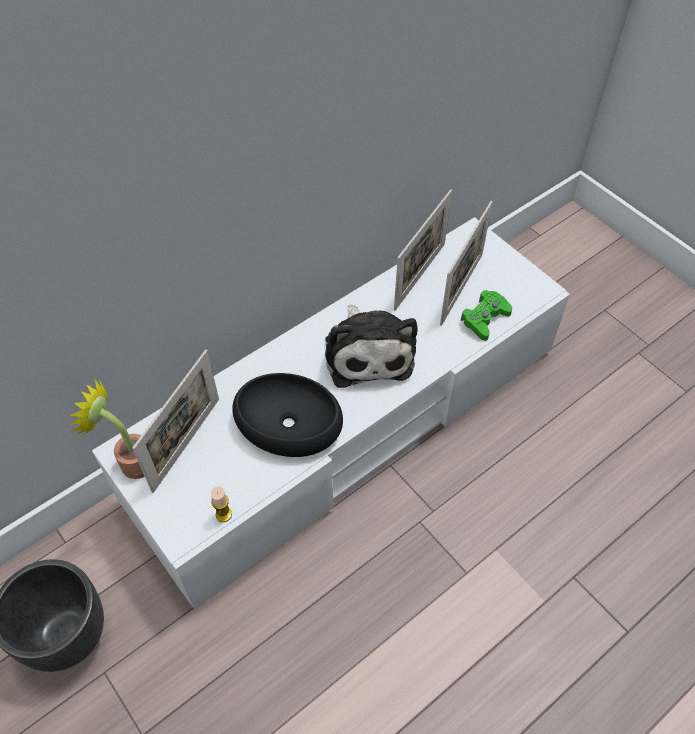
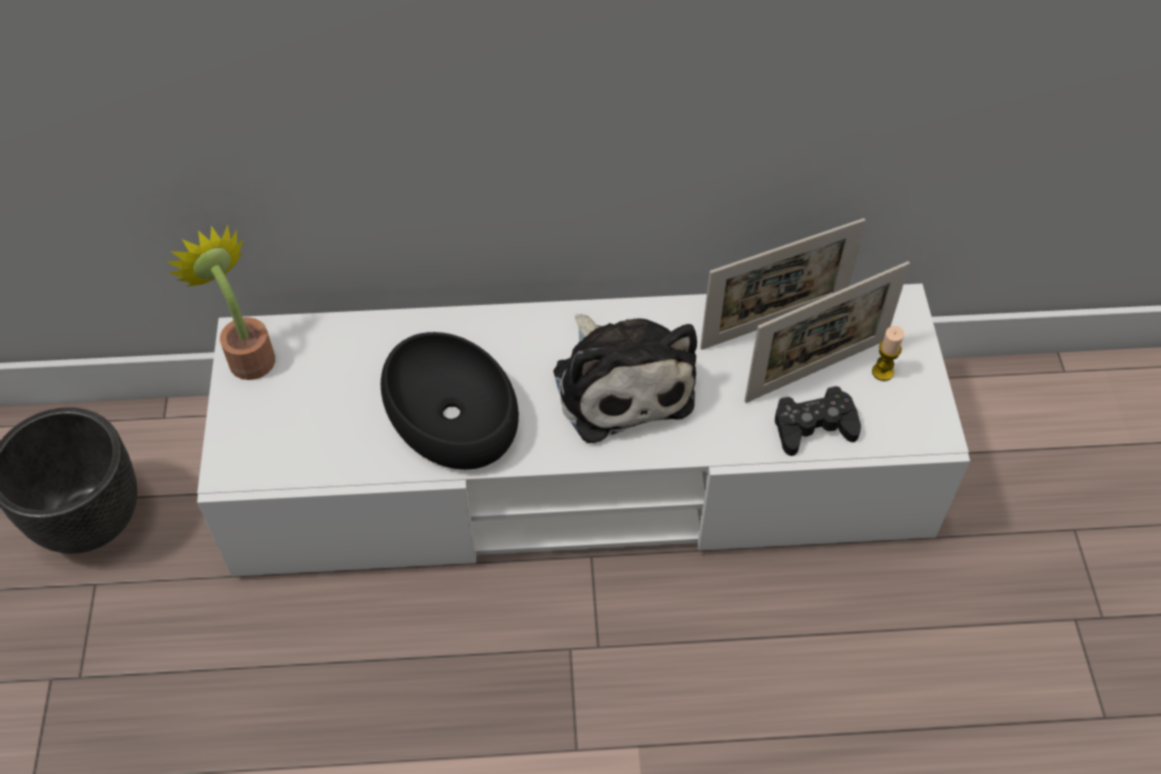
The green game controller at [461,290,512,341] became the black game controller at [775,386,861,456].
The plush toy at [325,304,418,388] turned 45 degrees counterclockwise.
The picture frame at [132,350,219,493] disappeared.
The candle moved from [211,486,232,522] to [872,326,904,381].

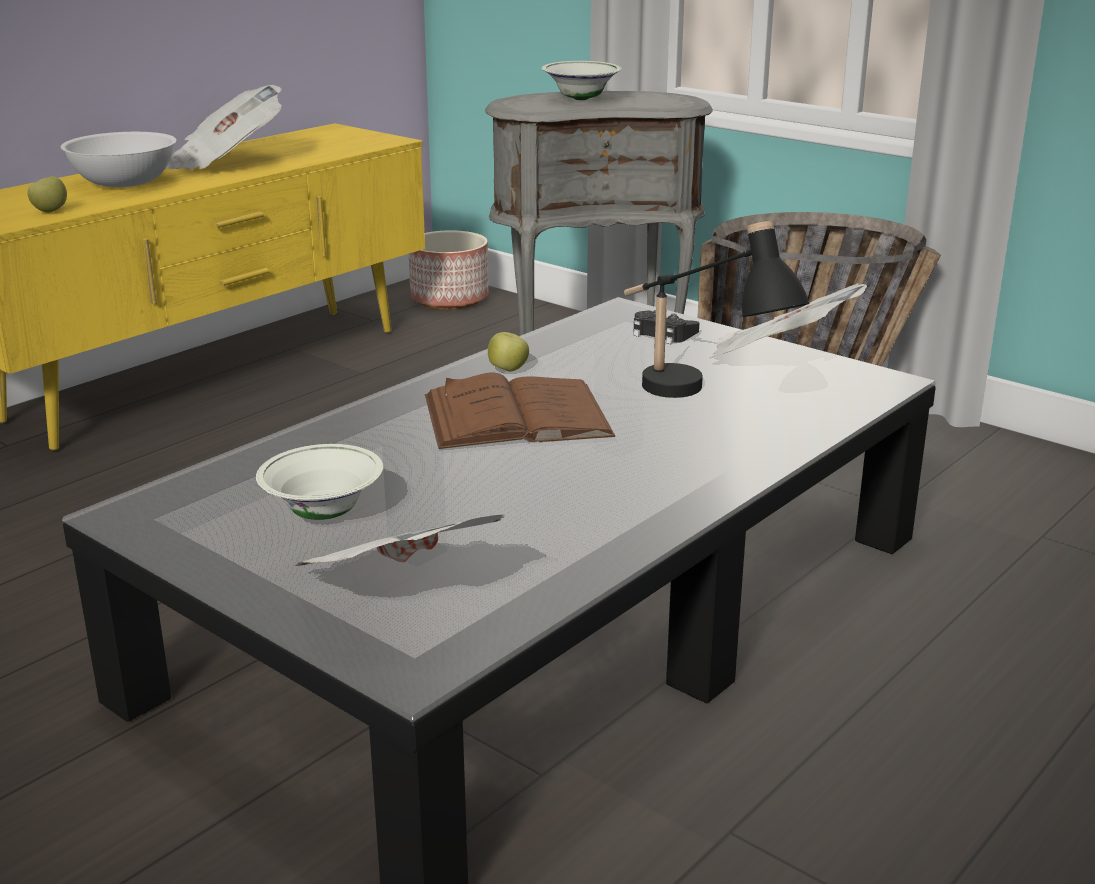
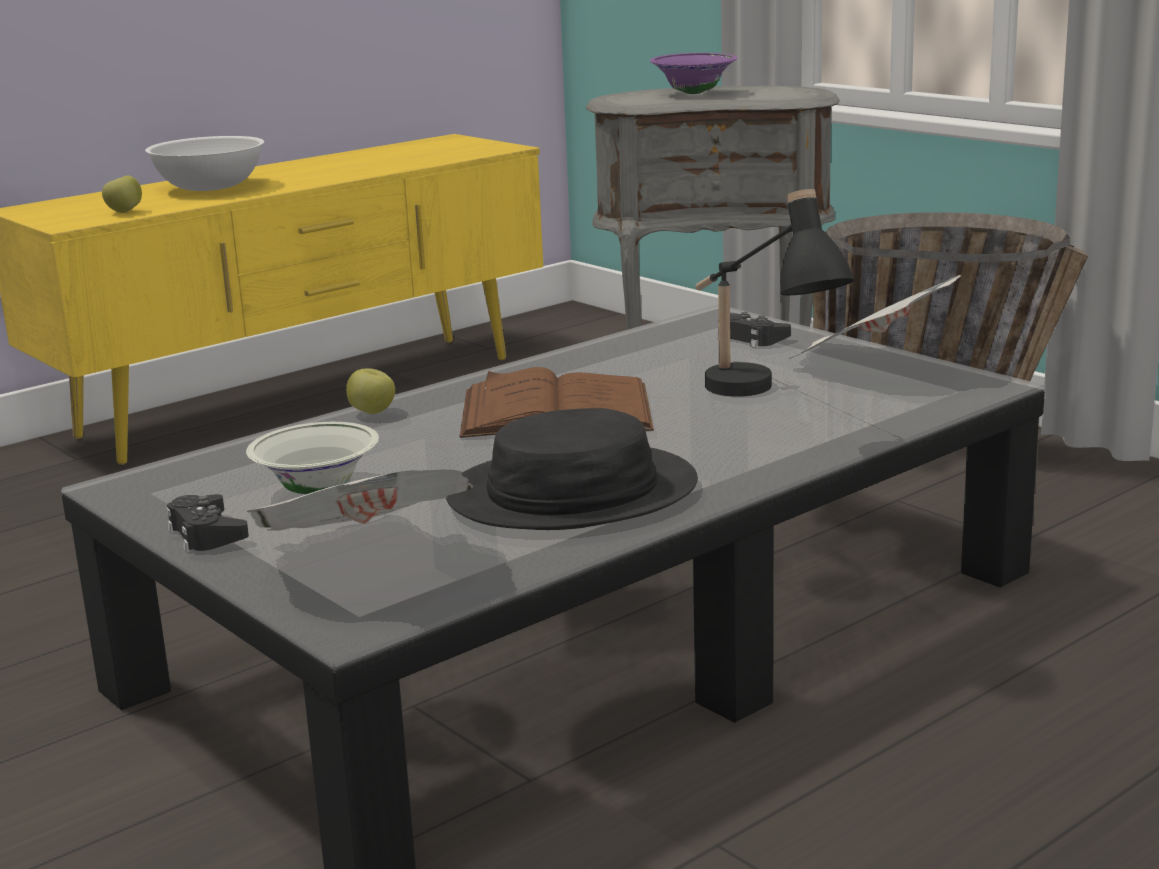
The white bowl at [542,61,622,100] became the purple bowl at [649,53,738,94].
The newspaper at [166,85,282,170] disappeared.
The planter at [409,230,489,310] disappeared.
The apple moved from [488,332,529,372] to [346,368,395,414].
The black hat at [446,408,698,530] appeared.
The black game controller at [166,494,249,552] appeared.

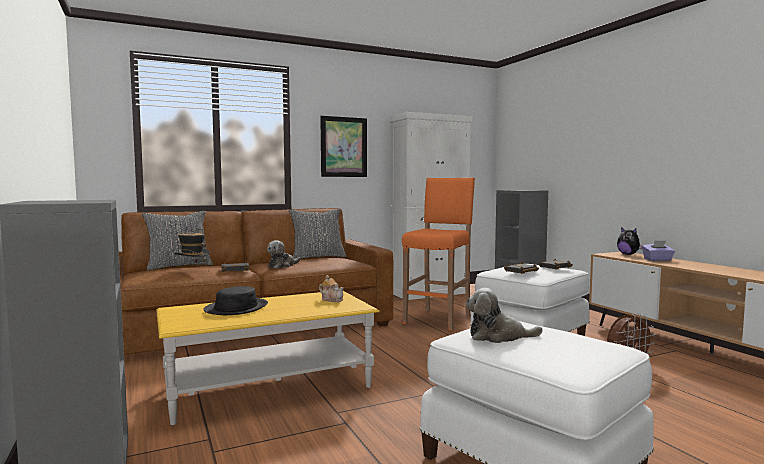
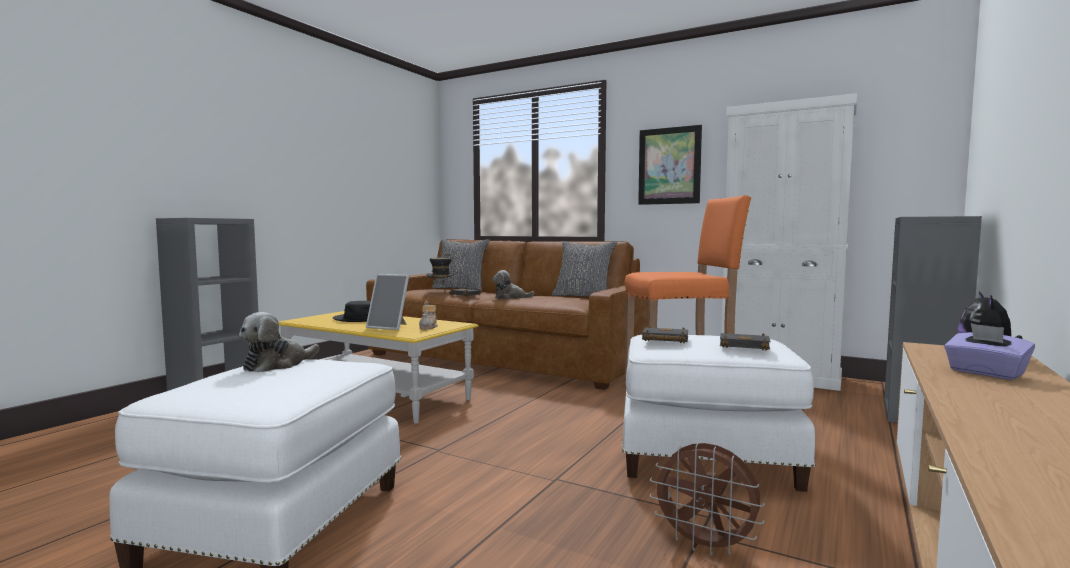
The plush toy at [466,288,543,343] turned 120 degrees counterclockwise.
The picture frame at [366,274,409,330] appeared.

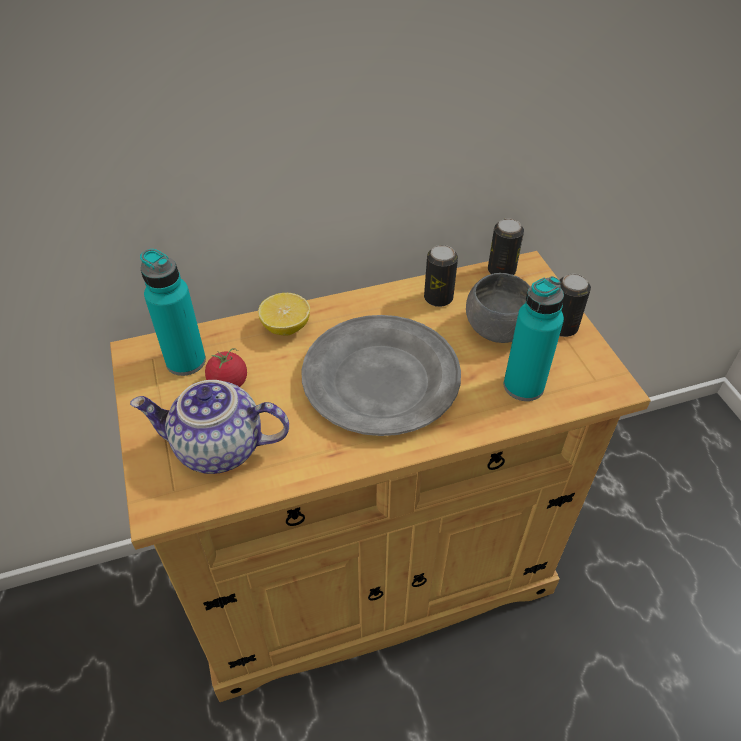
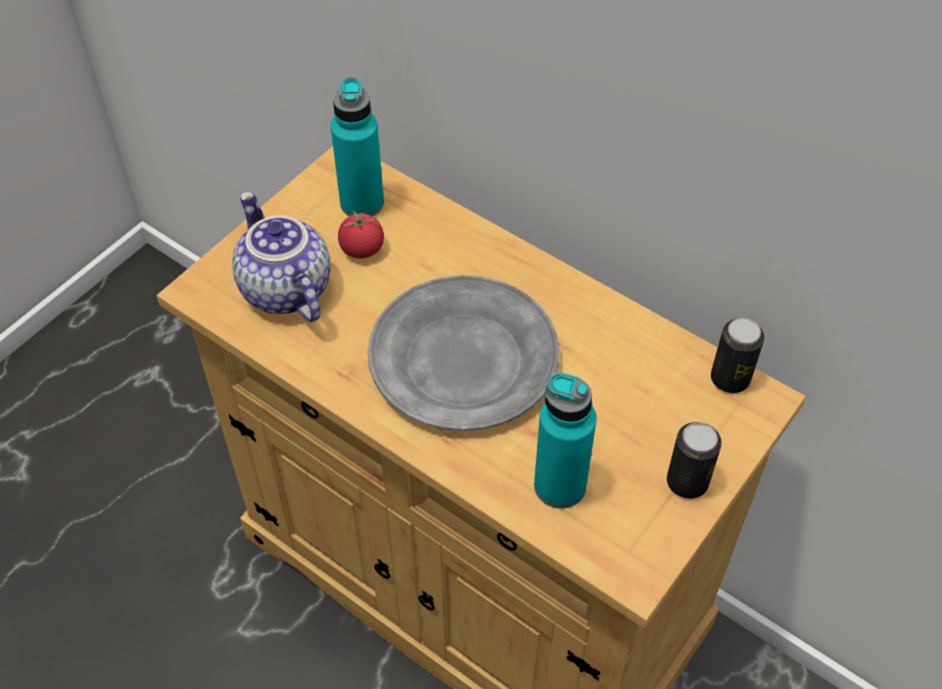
The can at [424,245,458,307] disappeared.
The grey bowl at [466,273,530,343] disappeared.
The lemon at [258,293,310,336] disappeared.

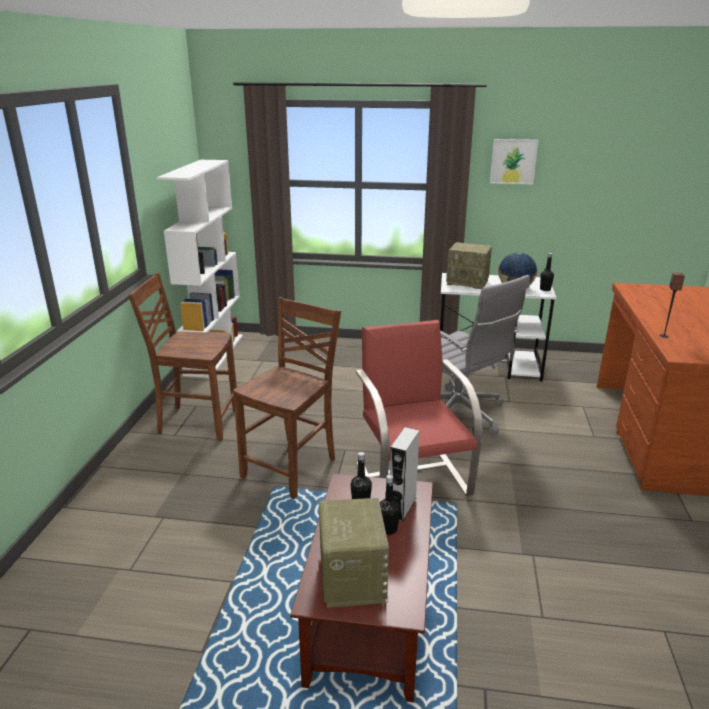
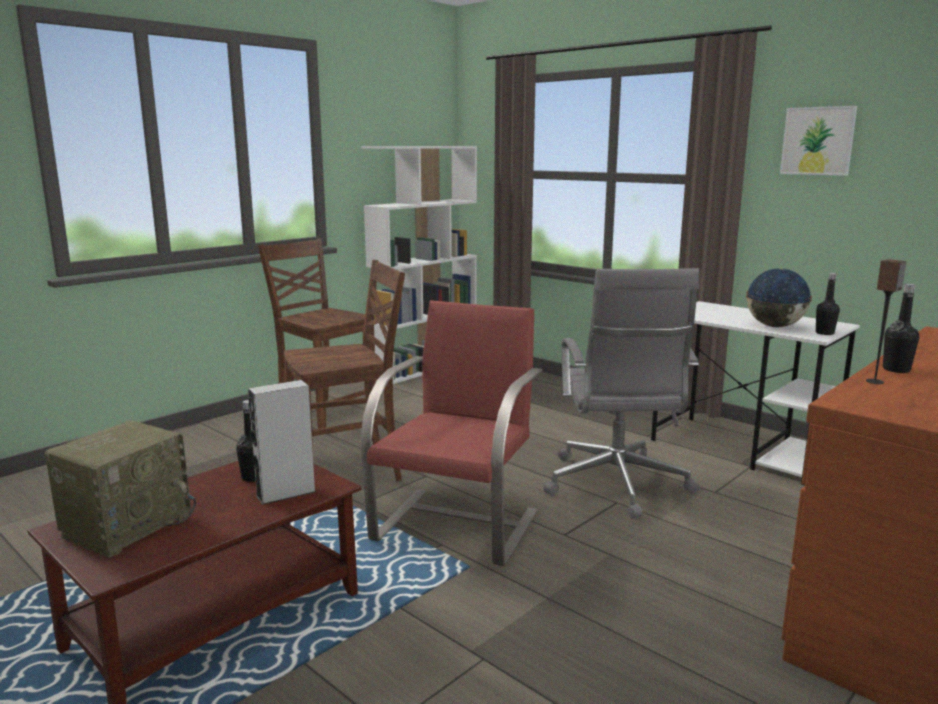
The radio at [446,242,492,289] disappeared.
The black bottle moved from [380,475,400,535] to [883,284,919,373].

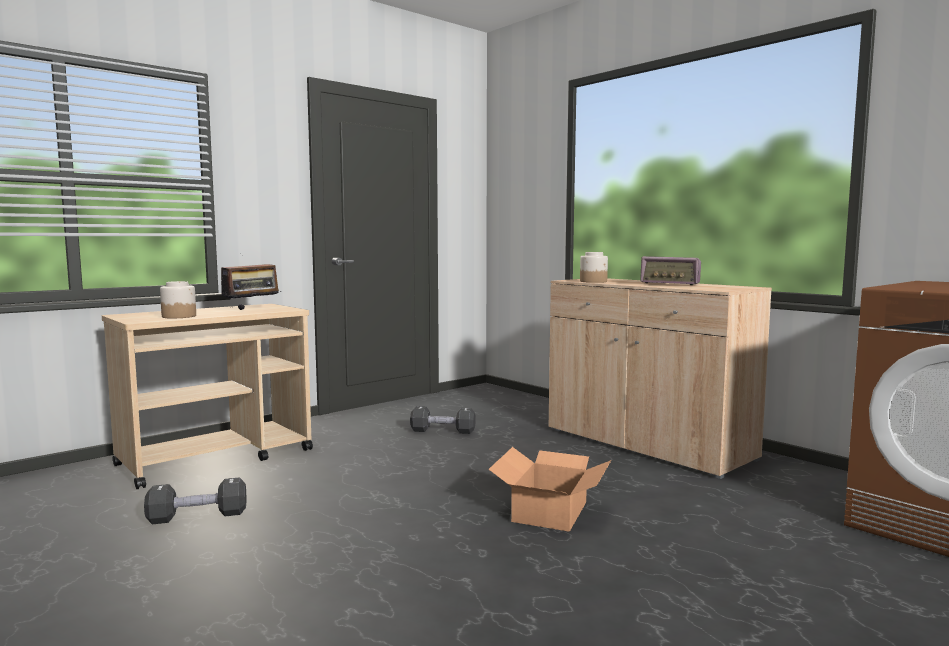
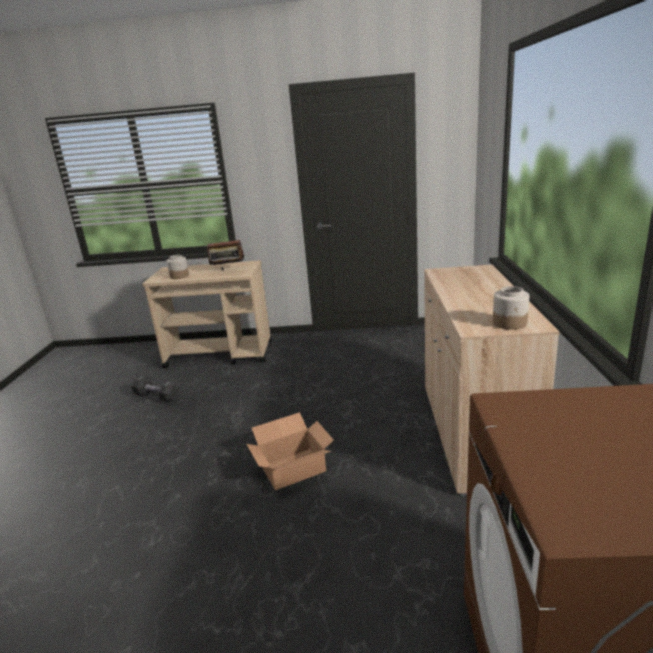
The jar moved from [580,252,608,283] to [493,286,529,330].
The radio at [640,256,701,285] disappeared.
The black dumbbell at [410,406,476,434] disappeared.

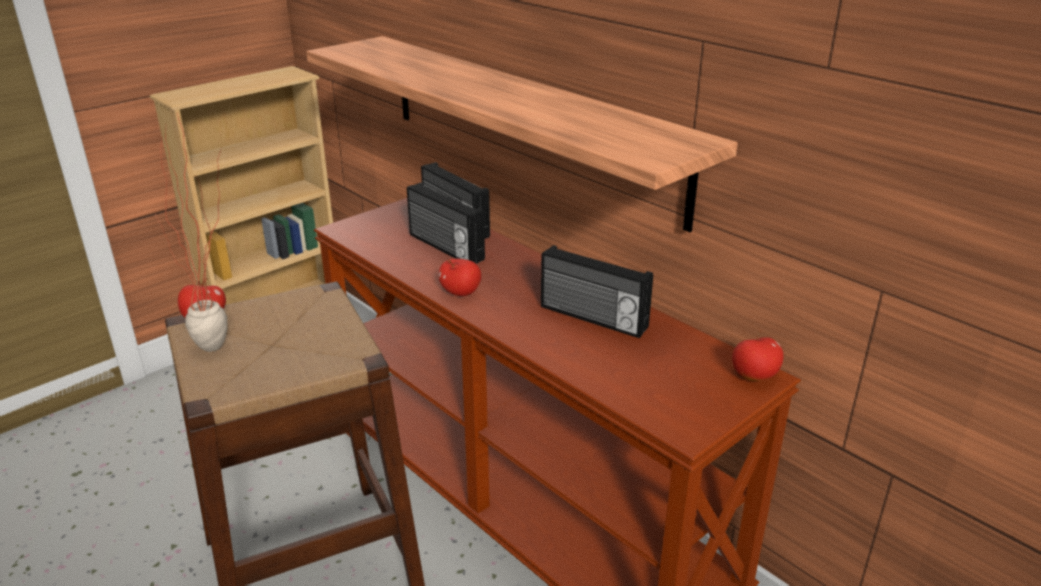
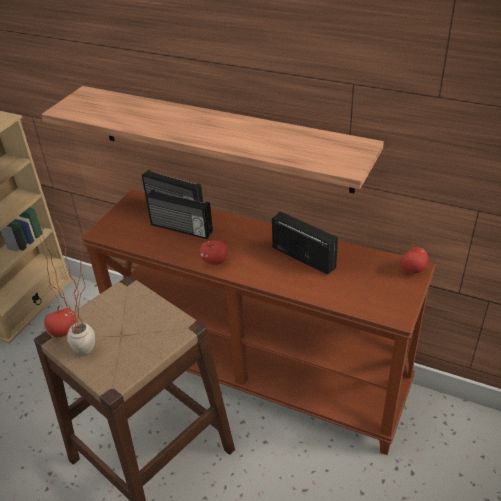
The radio at [541,245,653,338] turned 150 degrees counterclockwise.

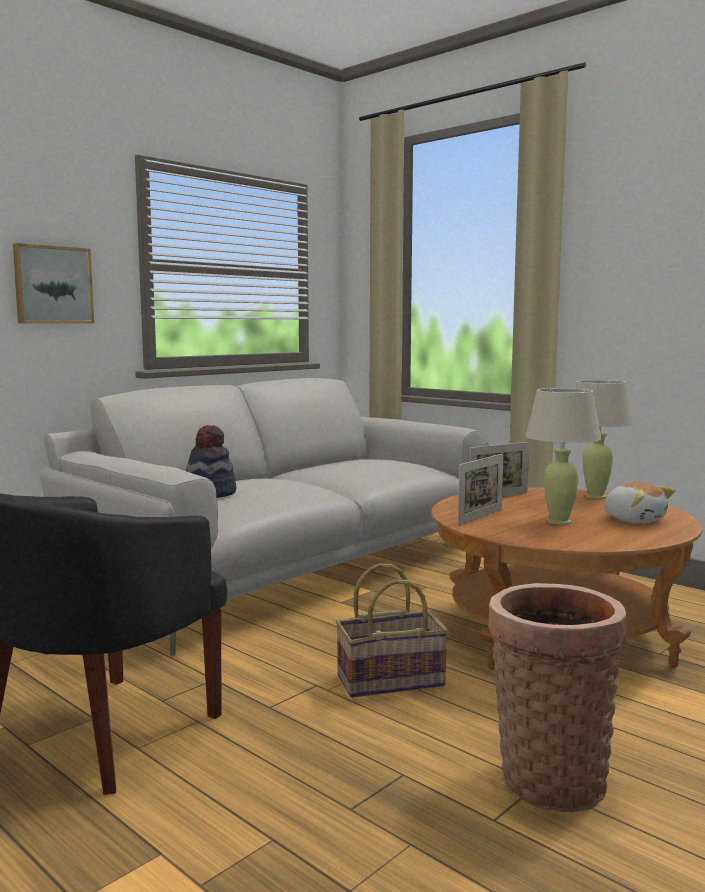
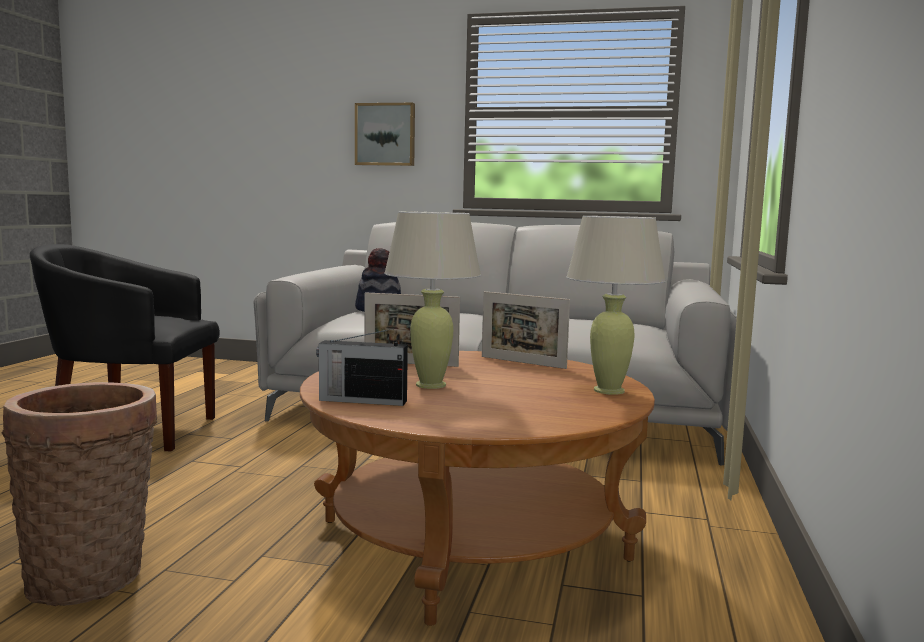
The plush toy at [605,482,676,524] disappeared.
The basket at [336,563,448,698] disappeared.
The radio at [316,329,408,406] appeared.

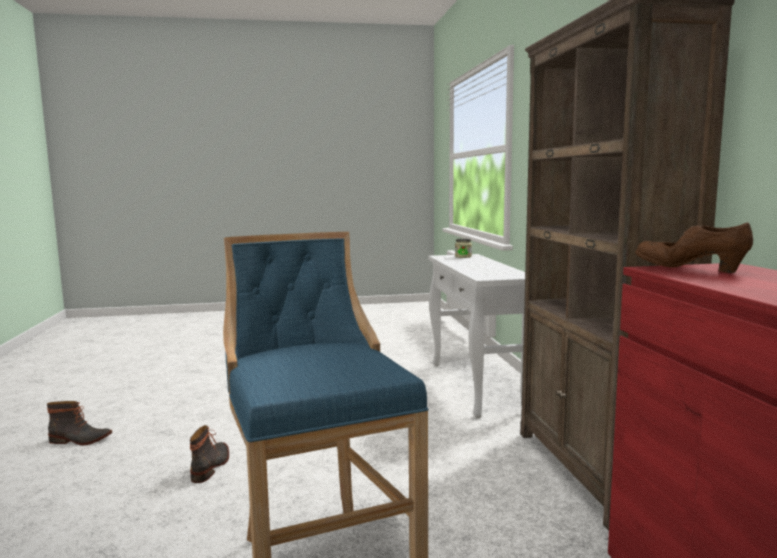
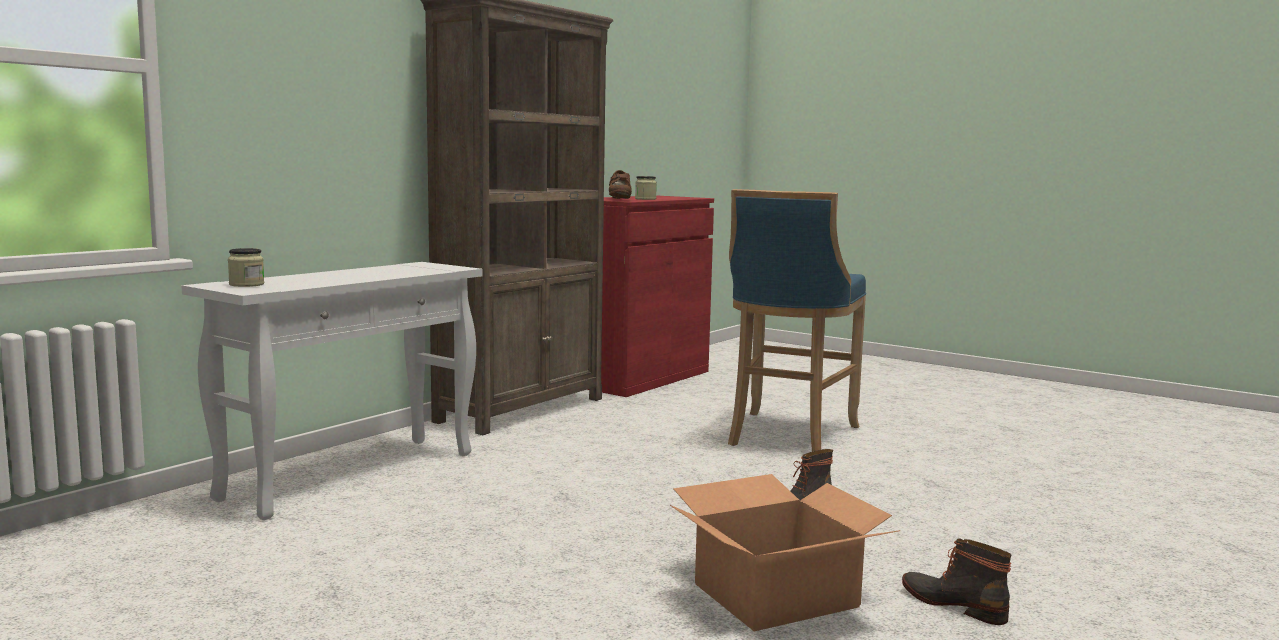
The jar at [635,176,657,200] appeared.
The cardboard box at [670,474,900,631] appeared.

